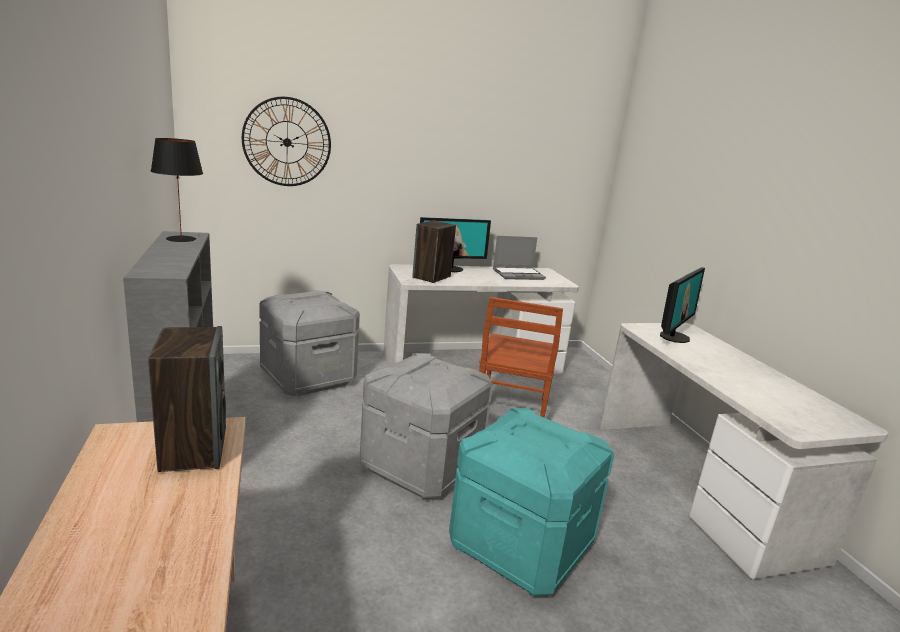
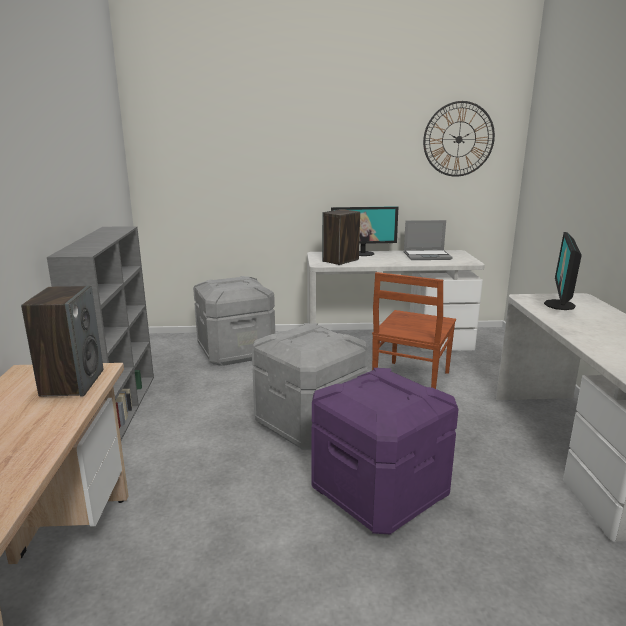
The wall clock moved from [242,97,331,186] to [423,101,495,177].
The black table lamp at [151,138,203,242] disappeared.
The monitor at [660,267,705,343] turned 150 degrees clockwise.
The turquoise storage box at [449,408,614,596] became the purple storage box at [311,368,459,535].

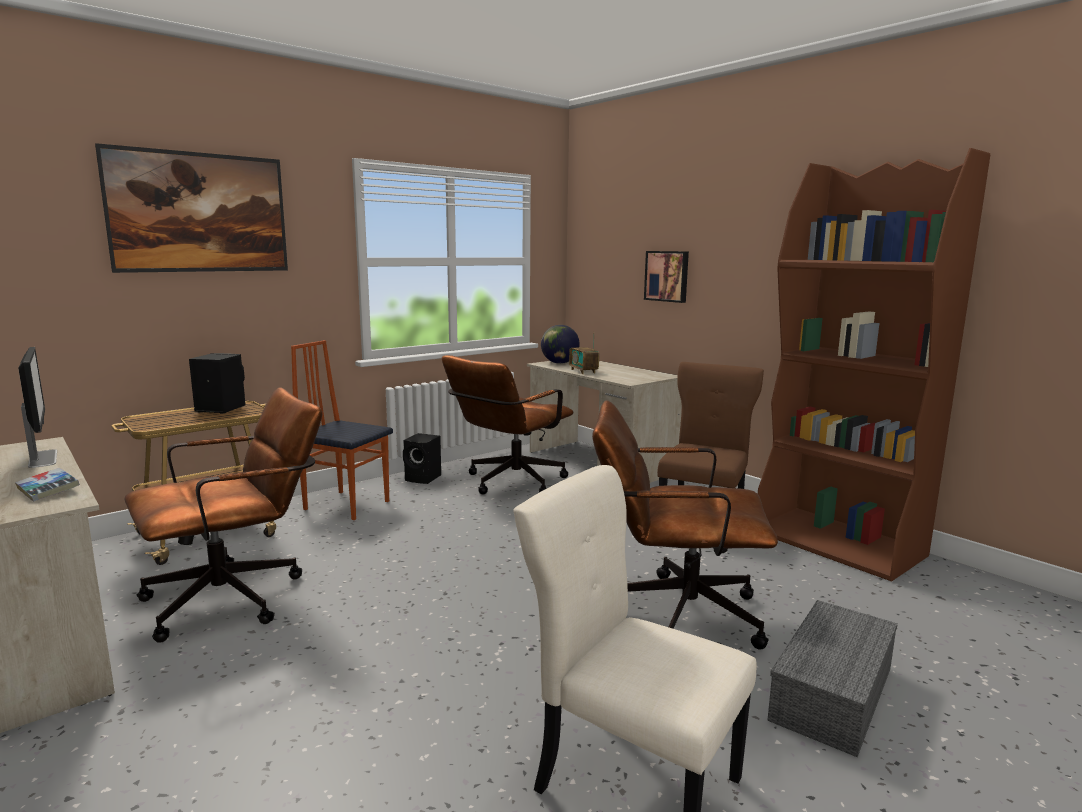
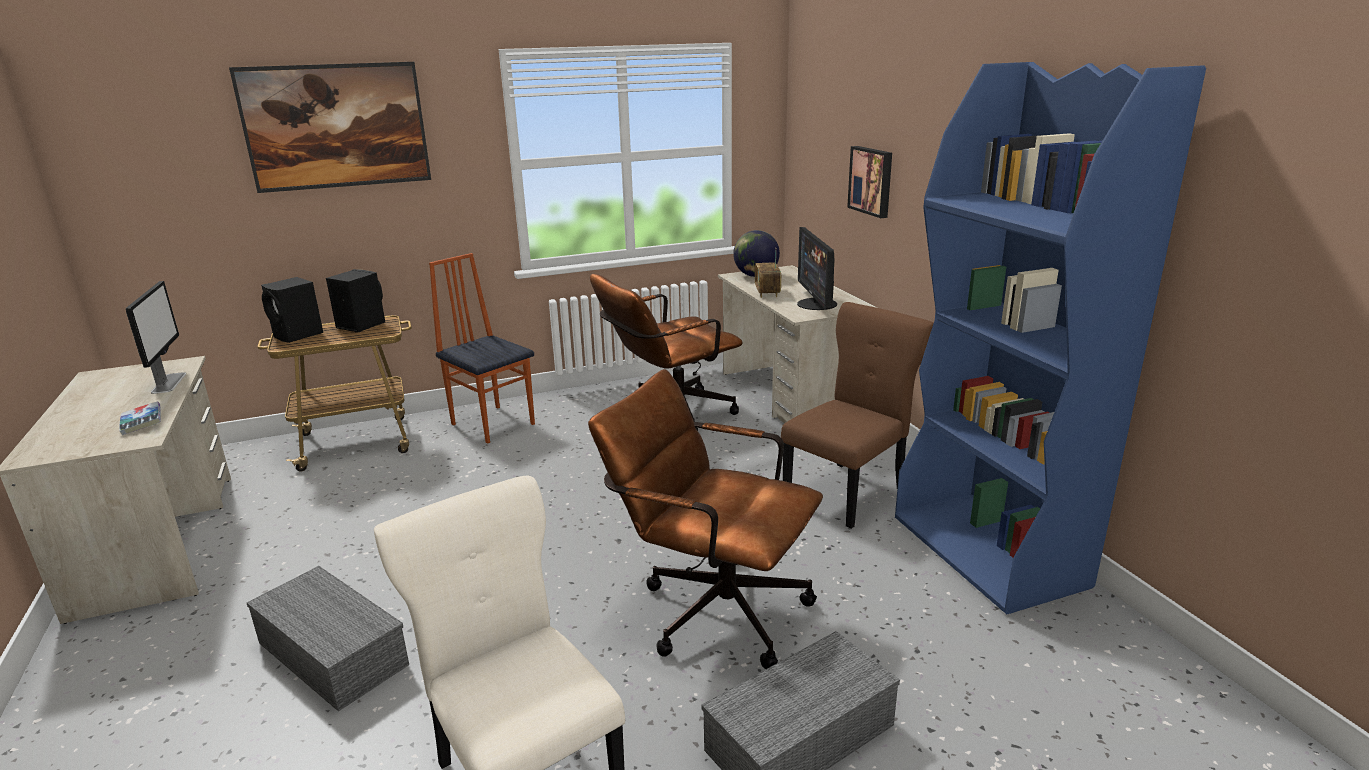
The brown bookcase at [758,148,990,582] became the blue bookcase at [895,62,1206,614].
The brown office chair at [125,387,322,643] disappeared.
The black speaker moved from [403,433,441,484] to [261,277,323,343].
The monitor at [797,227,837,310] appeared.
The grey storage box at [247,566,409,712] appeared.

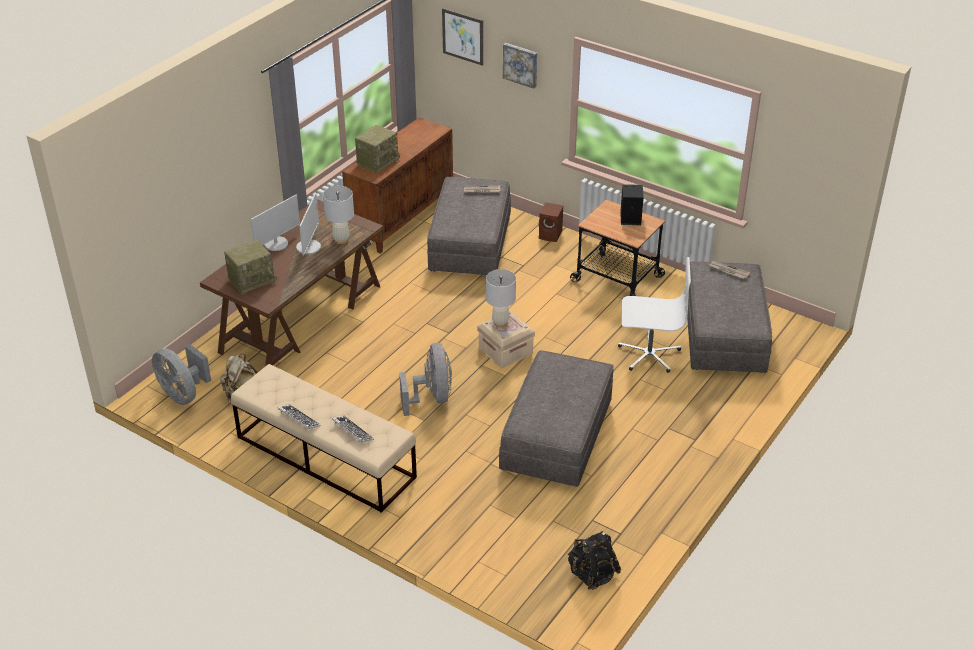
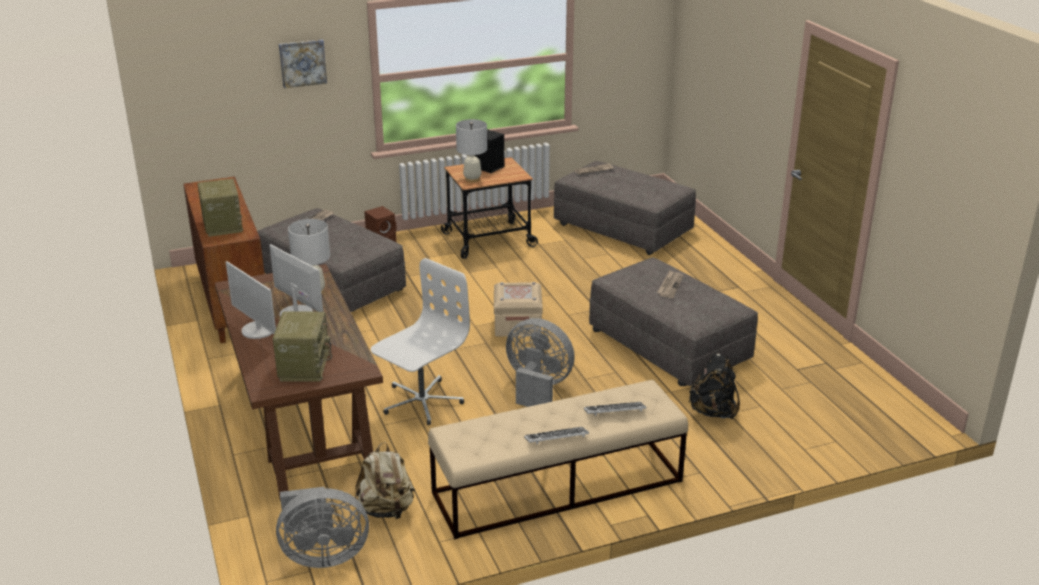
The picture at [442,8,483,66] disappeared.
The monitor at [251,195,300,251] turned 150 degrees clockwise.
The white office chair moved from [618,257,691,373] to [371,258,470,425].
The white table lamp moved from [486,269,516,327] to [456,119,487,182].
The black backpack moved from [567,531,621,590] to [688,354,740,419].
The newspaper at [657,270,683,298] appeared.

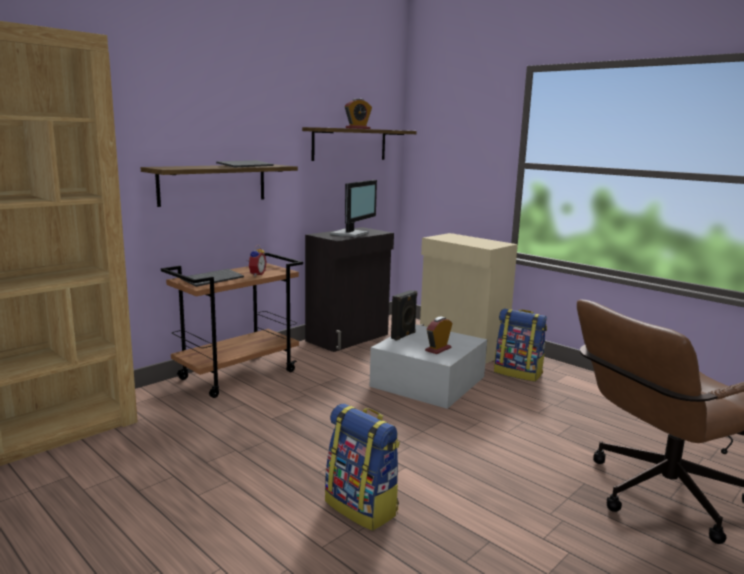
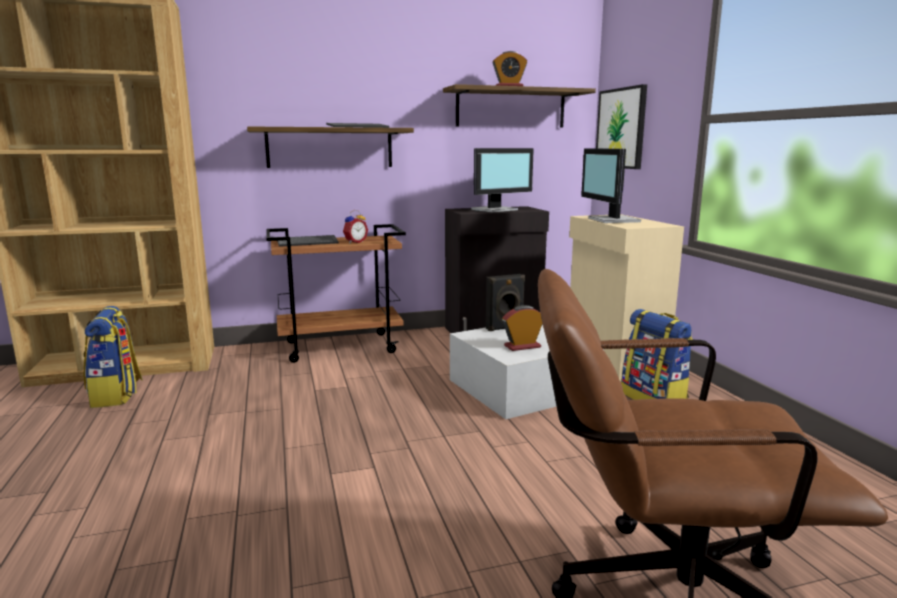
The backpack moved from [325,404,400,531] to [84,306,143,408].
The picture at [596,84,647,169] appeared.
The monitor at [581,148,641,223] appeared.

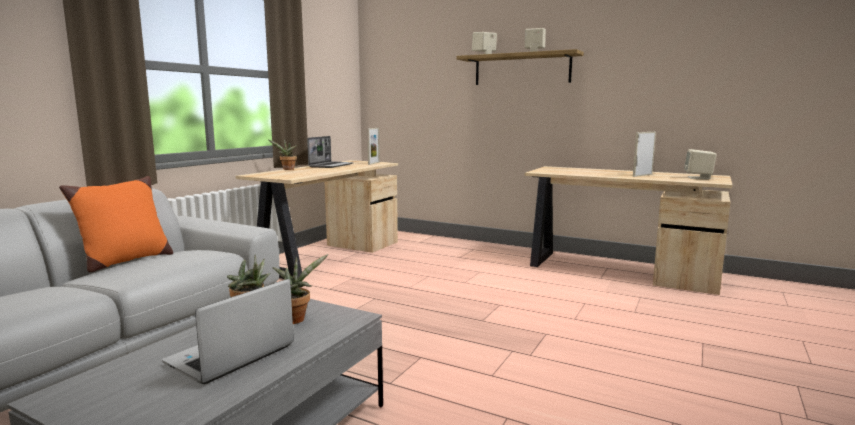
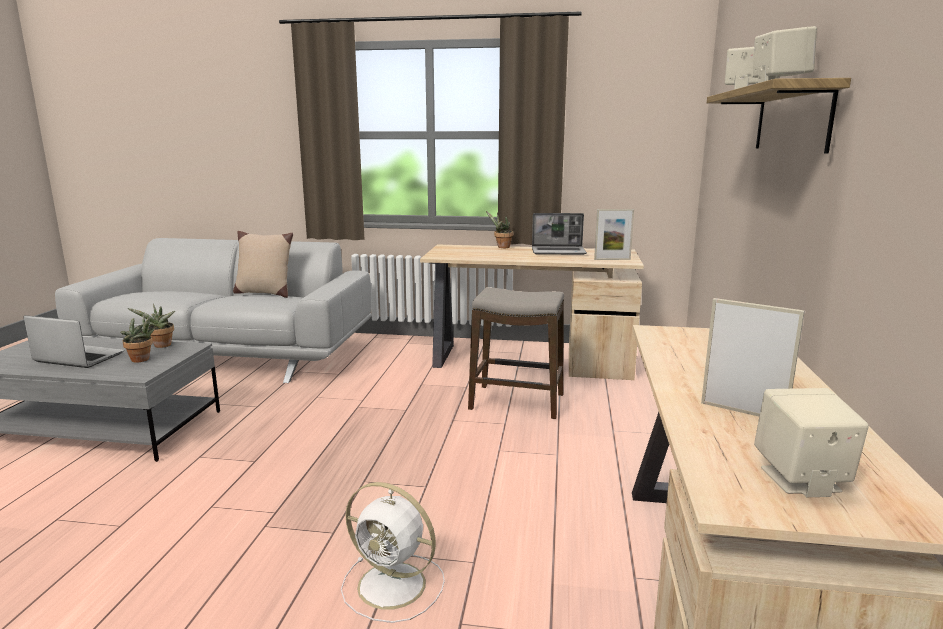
The orange pillow at [59,176,173,272] became the beige pillow at [233,231,293,298].
The stool at [468,287,564,419] appeared.
The white fan at [341,482,445,623] appeared.

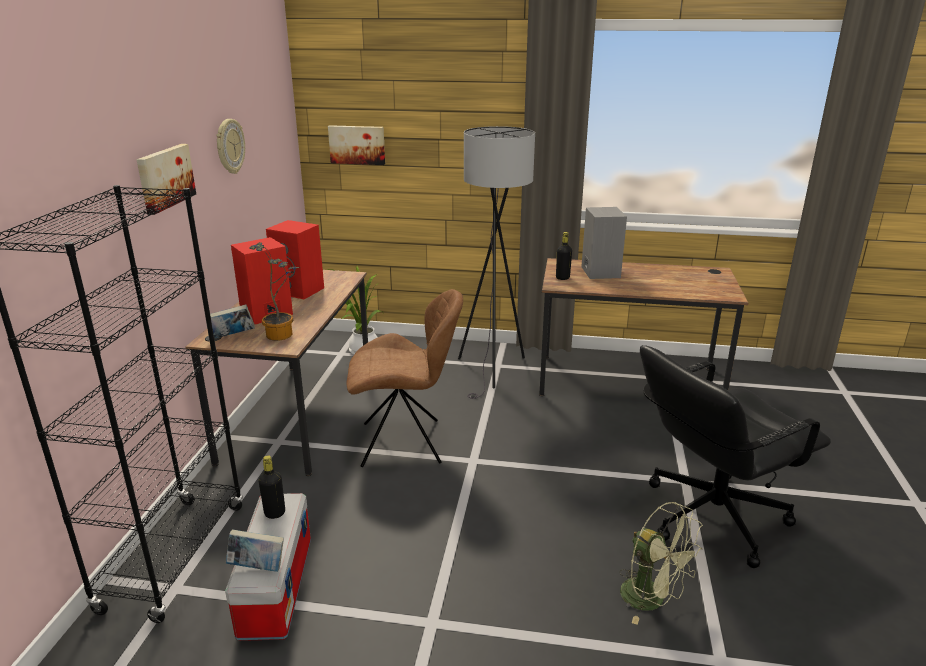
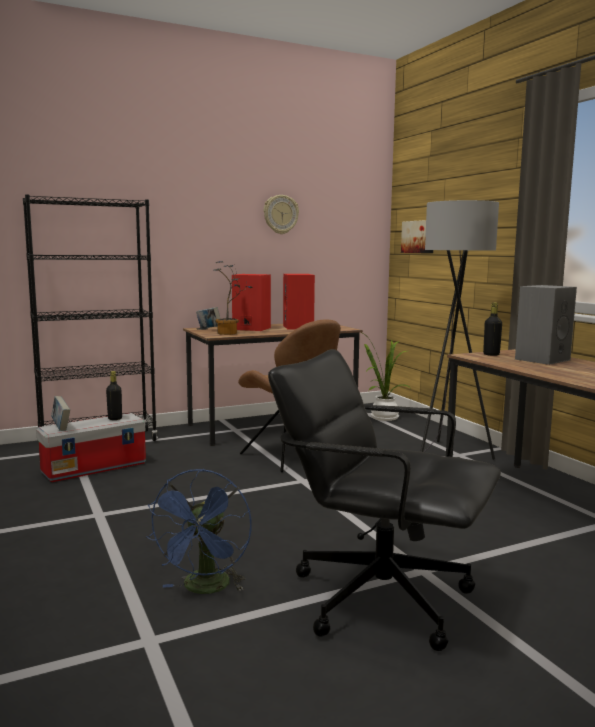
The picture at [137,144,196,215] disappeared.
The green fan at [619,502,703,625] became the blue fan at [146,469,252,594].

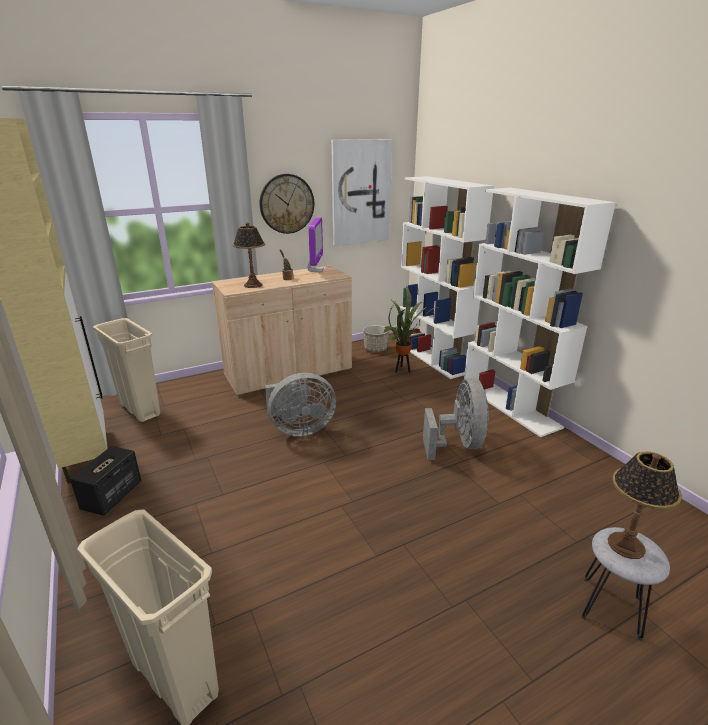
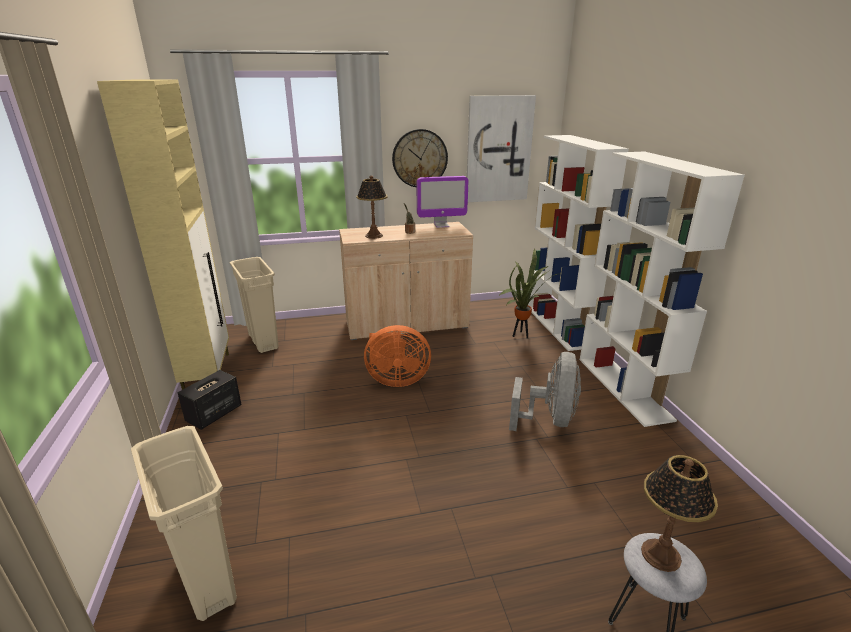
The monitor at [307,217,324,272] turned 60 degrees clockwise.
The planter at [363,325,389,352] disappeared.
The grey fan at [265,373,336,436] became the orange fan at [364,325,431,387].

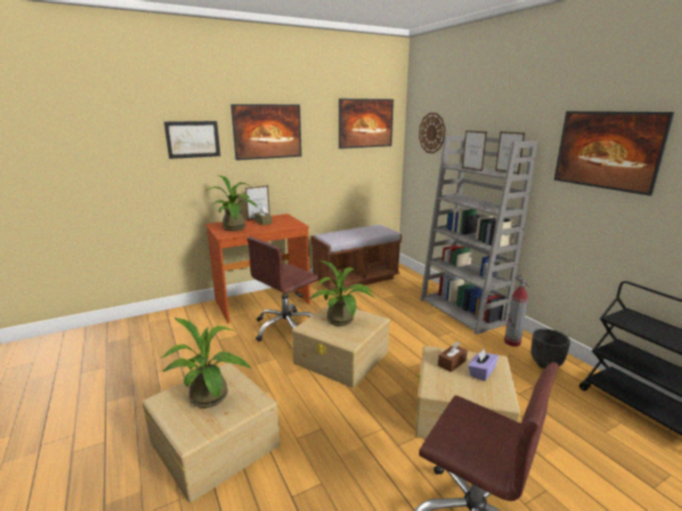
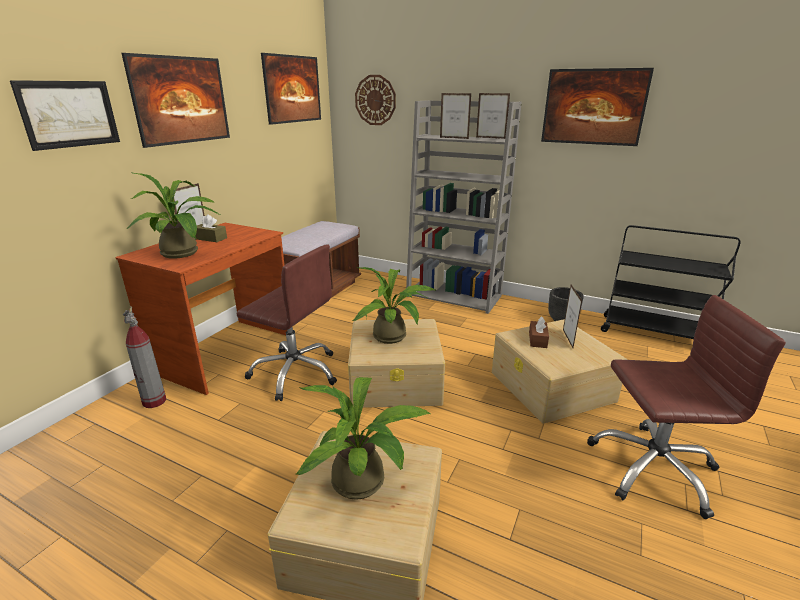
The brown office chair at [247,237,319,342] turned 75 degrees counterclockwise.
The fire extinguisher moved from [504,273,529,347] to [123,306,166,408].
The purple tissue box at [468,348,498,381] was replaced by the picture frame at [563,285,582,348].

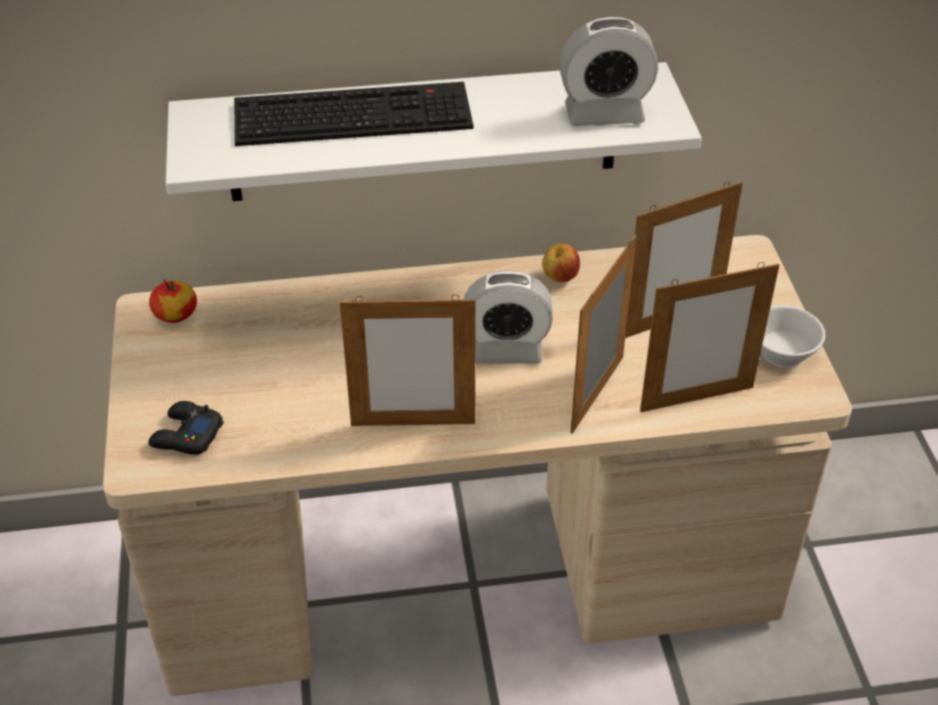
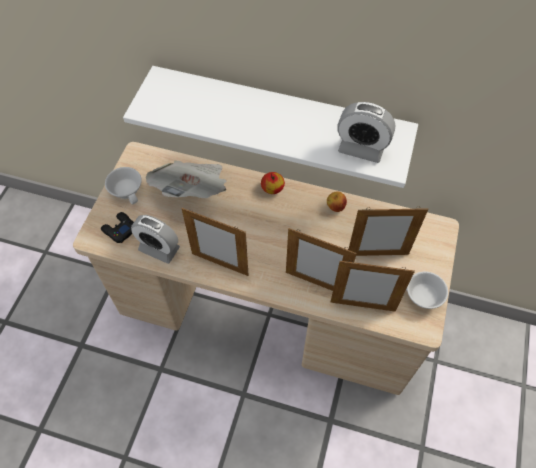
The keyboard at [234,82,473,146] disappeared.
The picture frame at [570,235,637,434] turned 120 degrees counterclockwise.
The alarm clock moved from [464,271,553,363] to [131,215,180,264].
The apple moved from [149,279,197,323] to [261,172,285,194].
The newspaper at [146,160,227,198] appeared.
The white cup at [105,167,142,204] appeared.

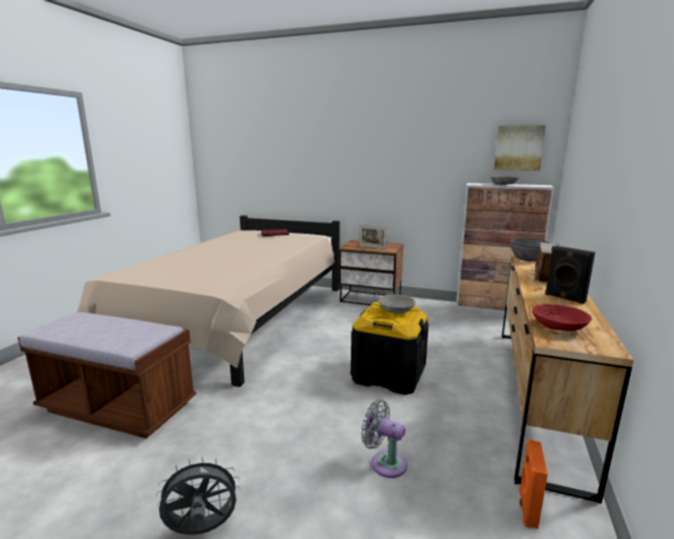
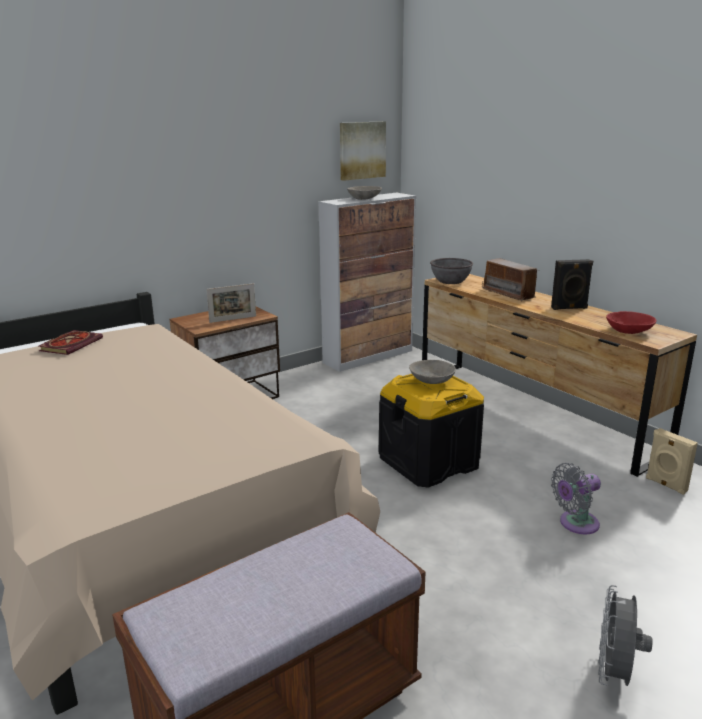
The orange speaker at [519,439,548,529] became the beige speaker at [646,428,698,495].

